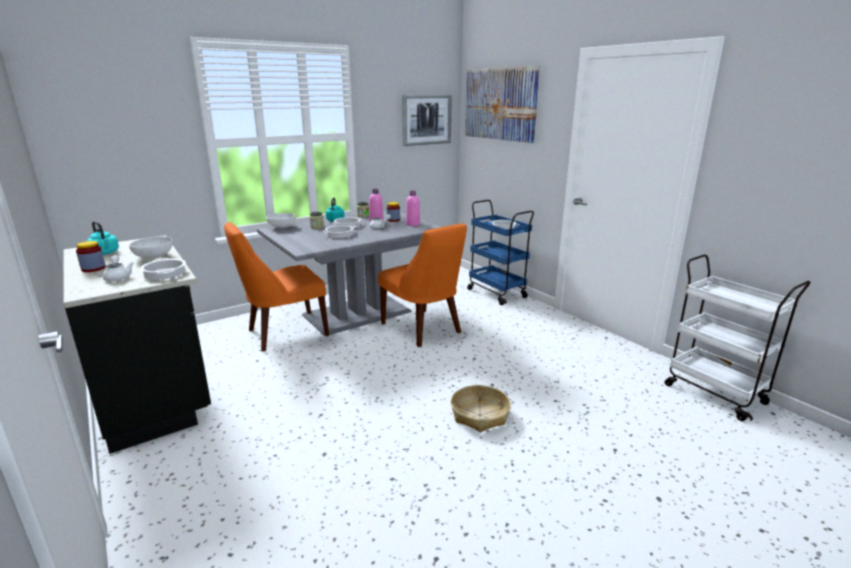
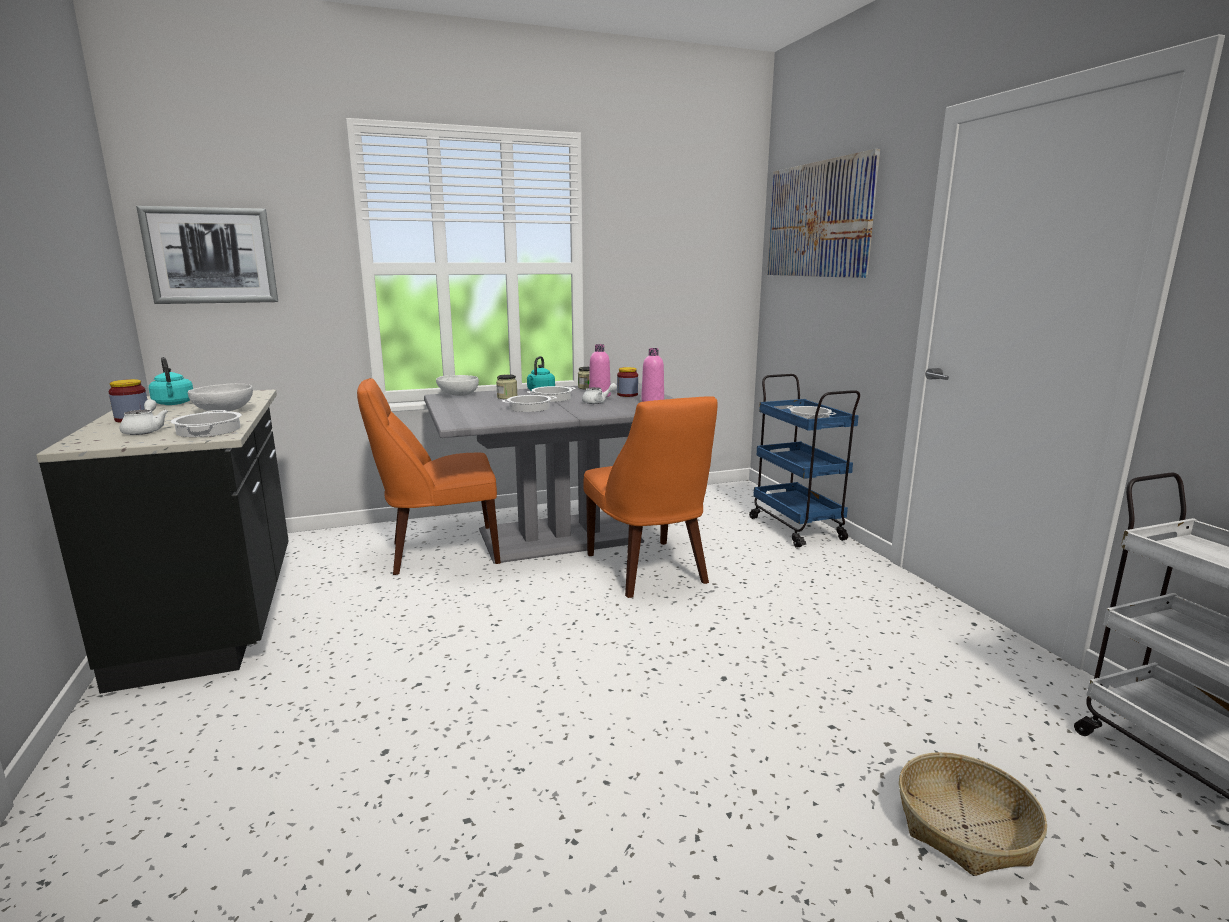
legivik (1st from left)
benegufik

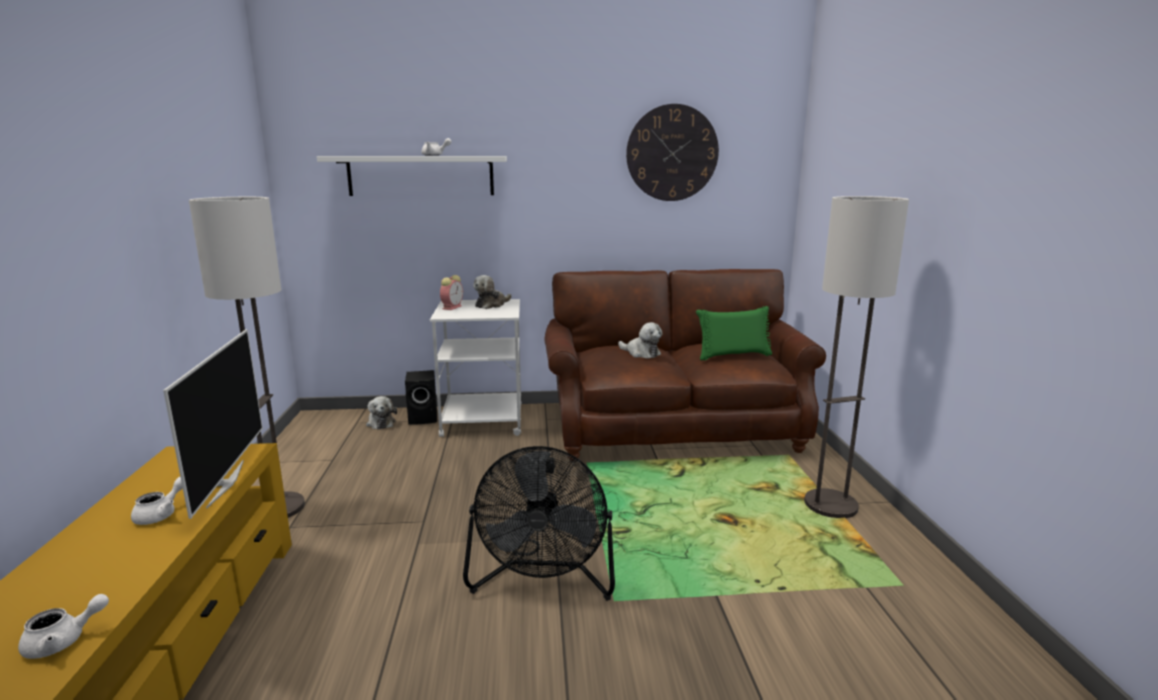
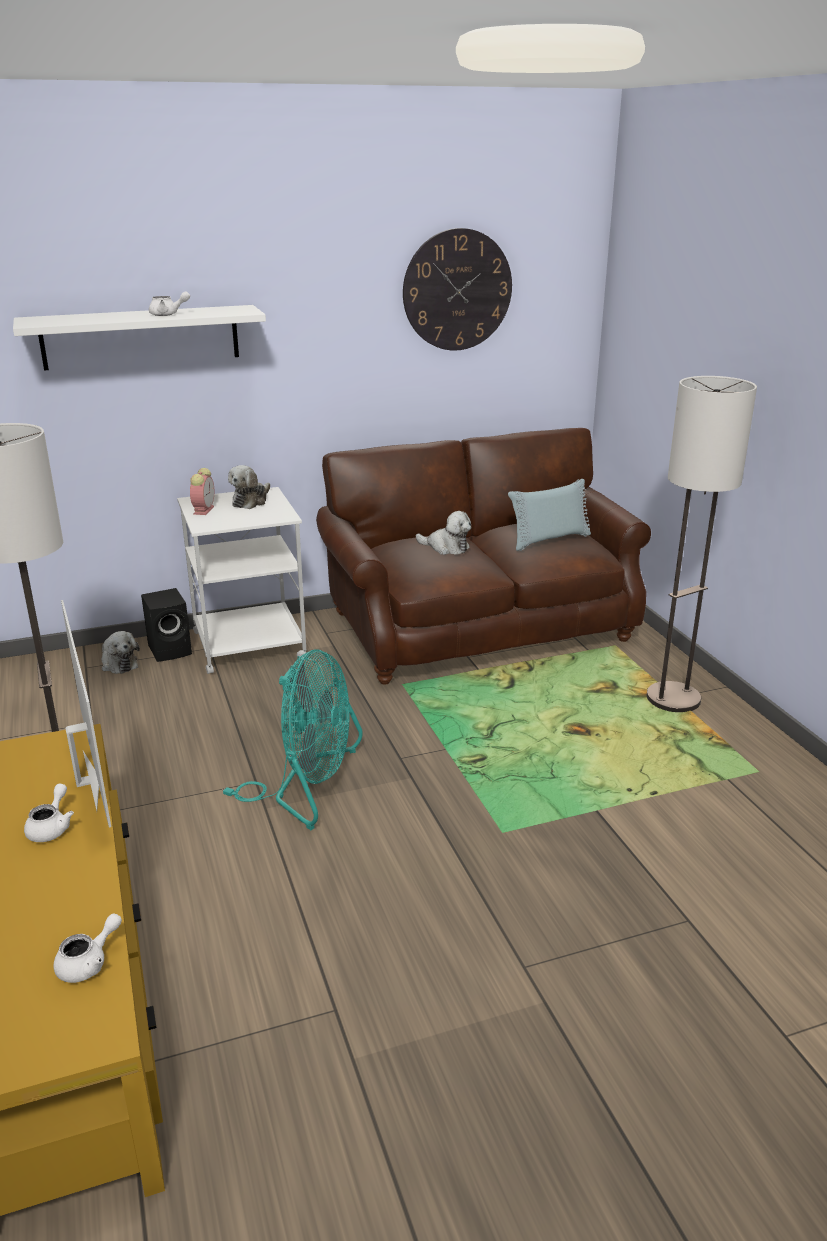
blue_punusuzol
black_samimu
turquoise_samimu

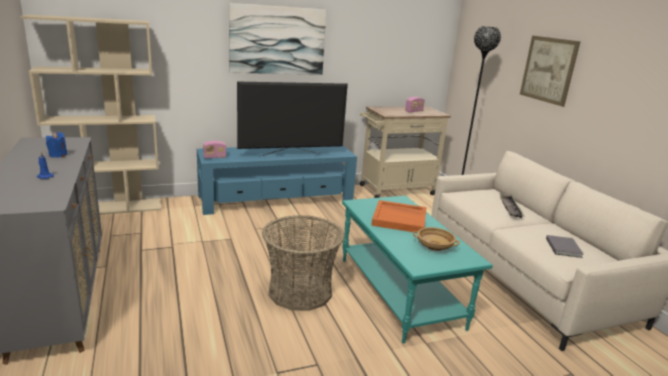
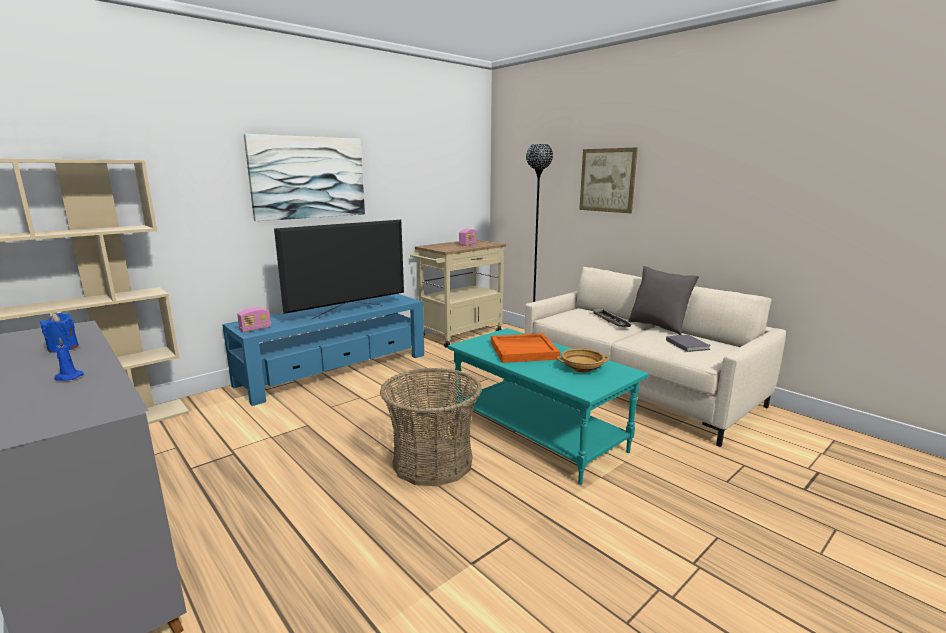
grey_punusuzol

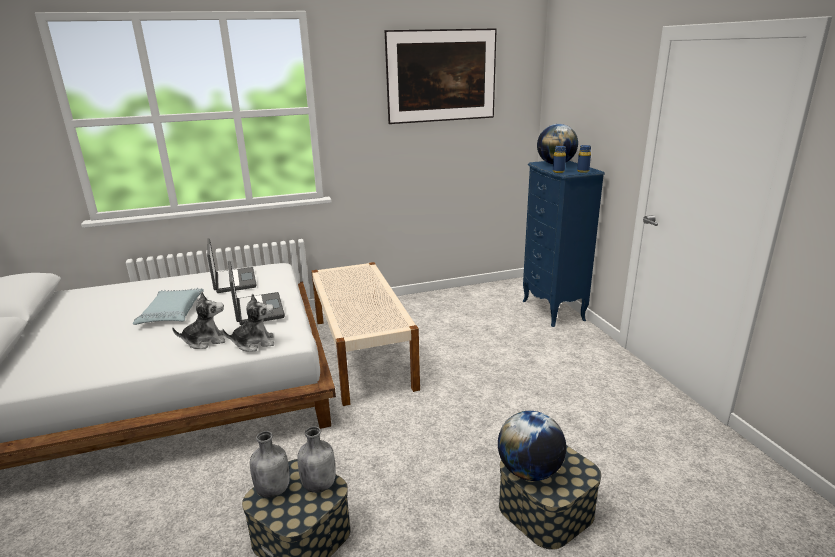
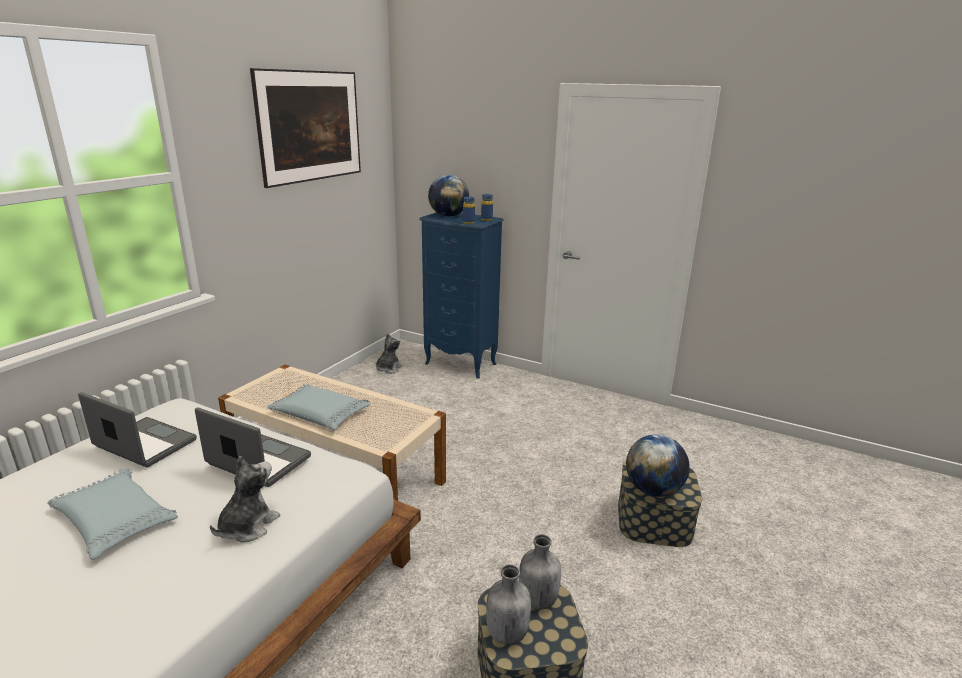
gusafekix (2nd from left)
blue_punusuzol (2nd from left)

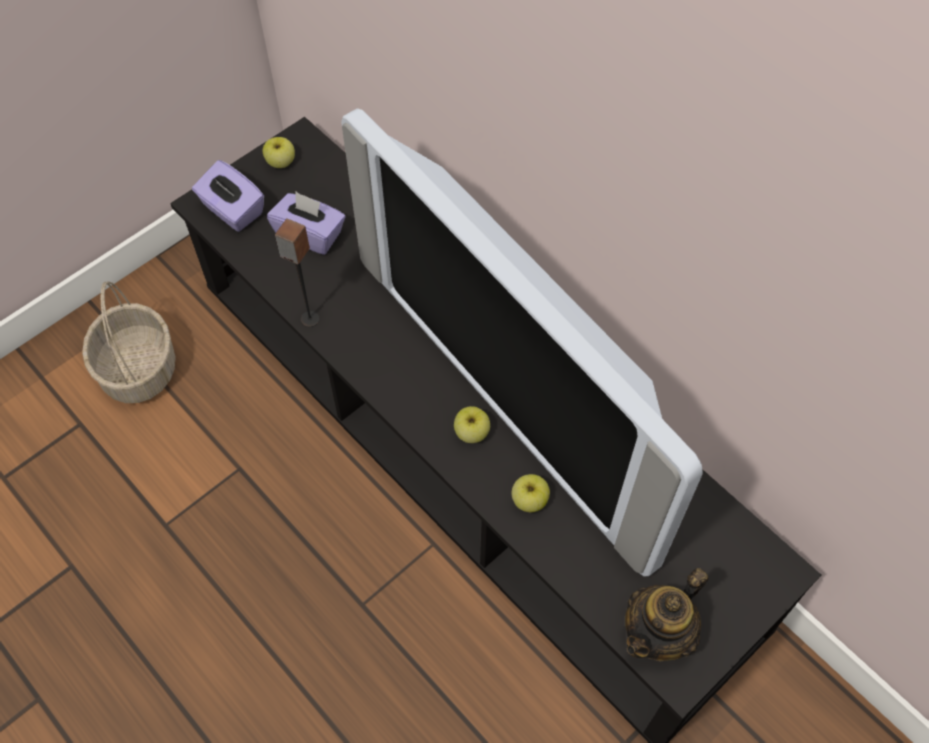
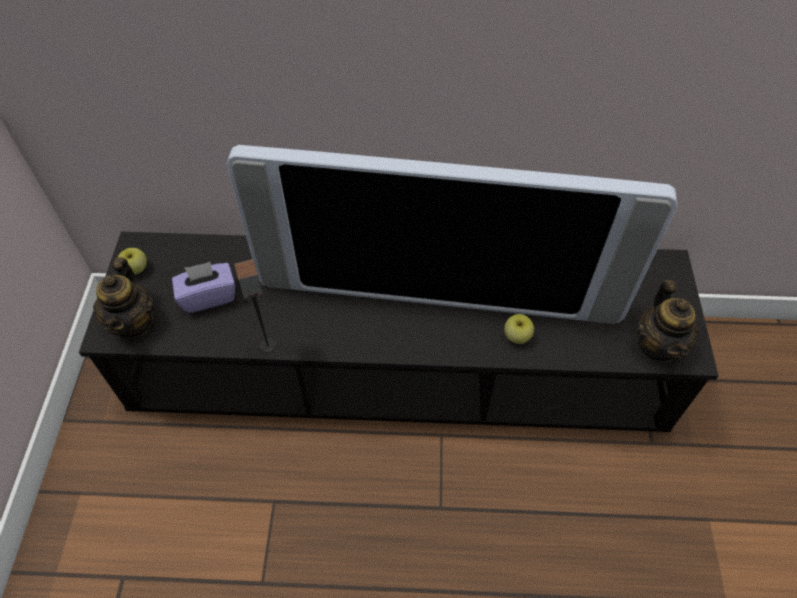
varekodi (1st from left)
benegufik
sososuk (2nd from left in the first image)

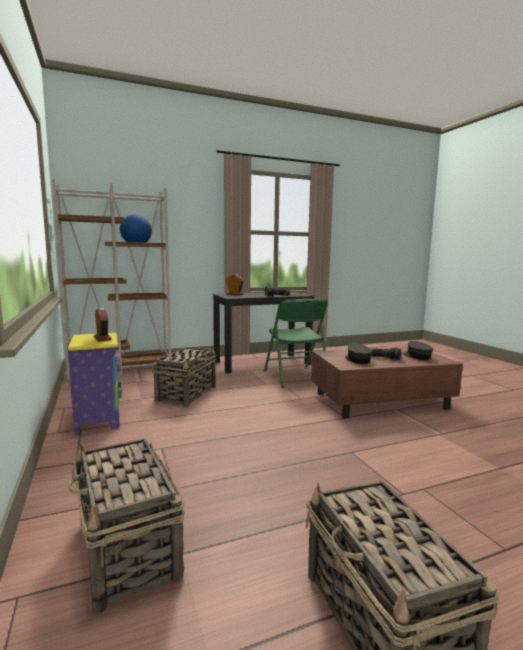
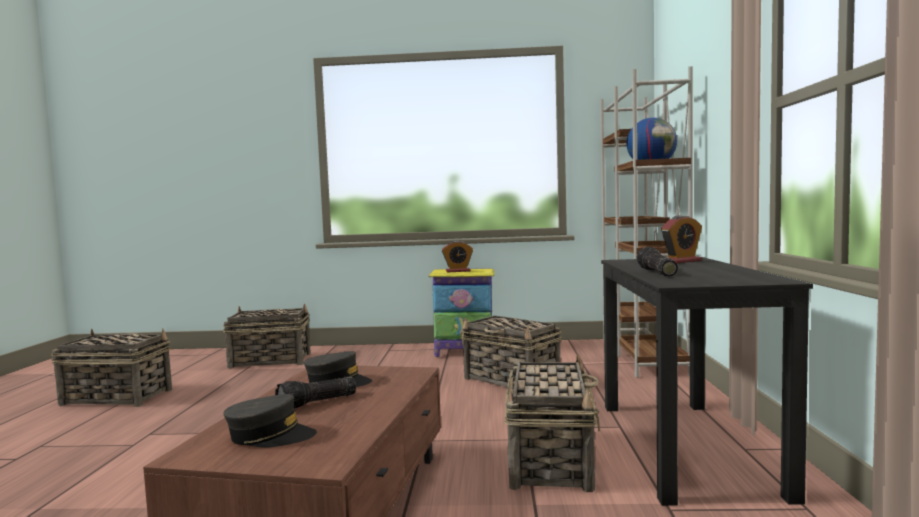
benegufik (4th from left)

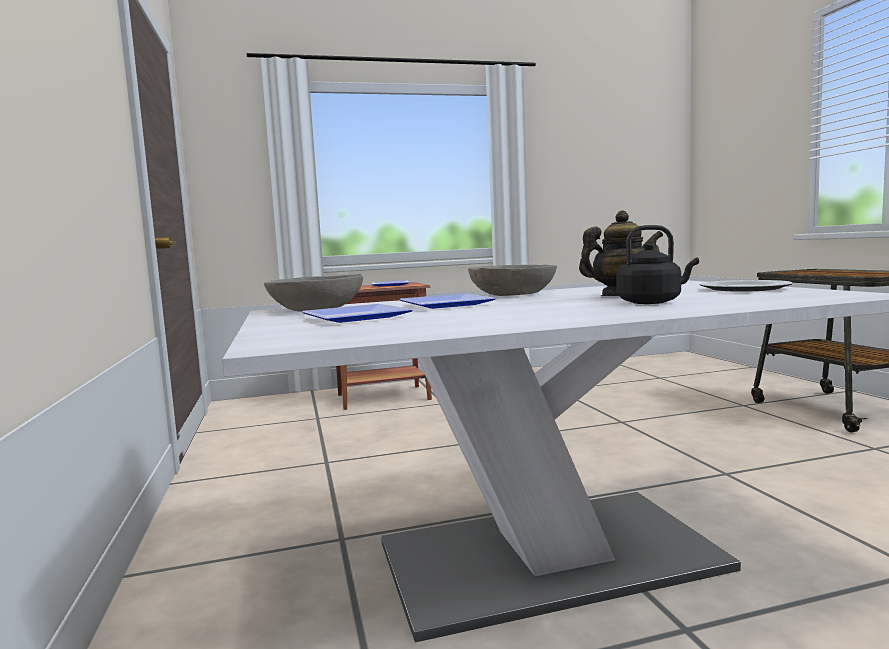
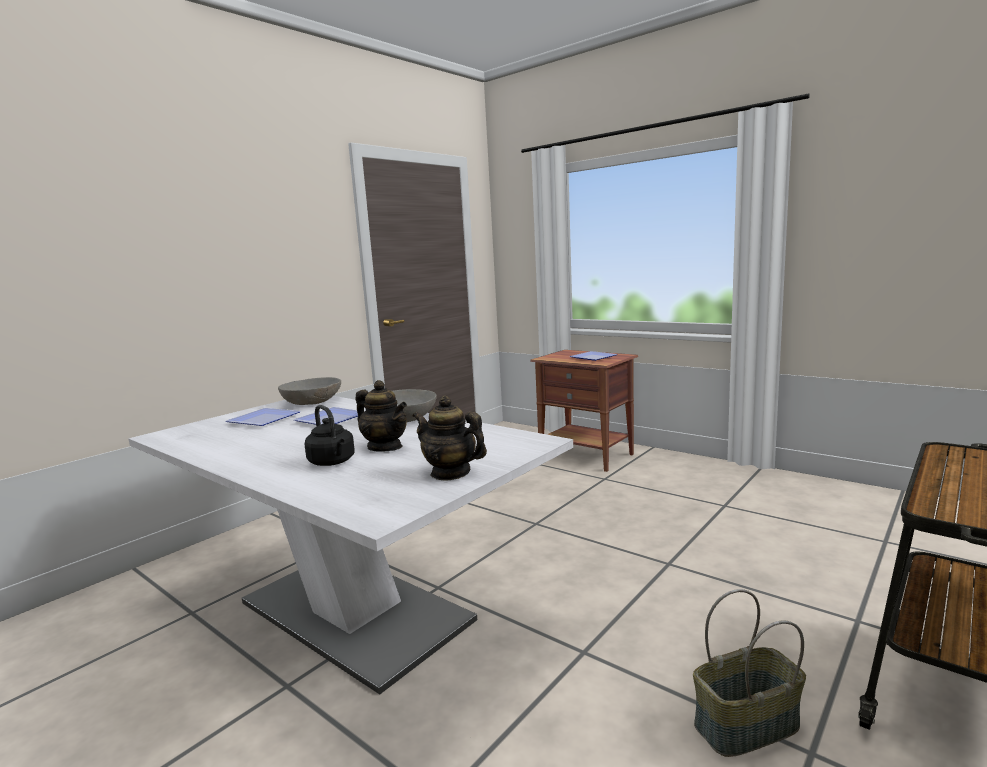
varekodi (2nd from left)
benegufik

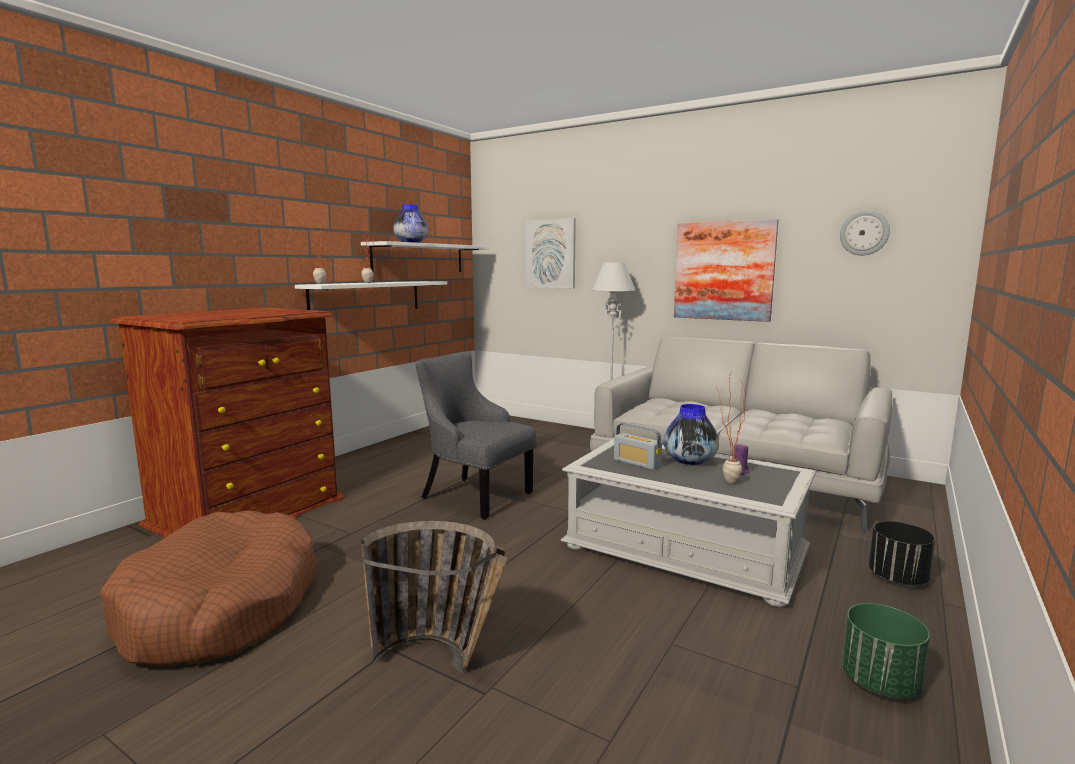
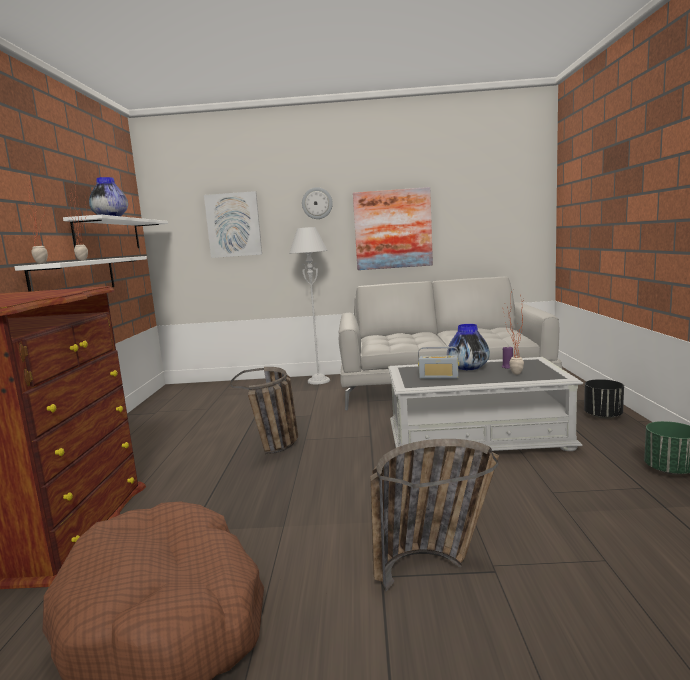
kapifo
benegufik (1st from left)

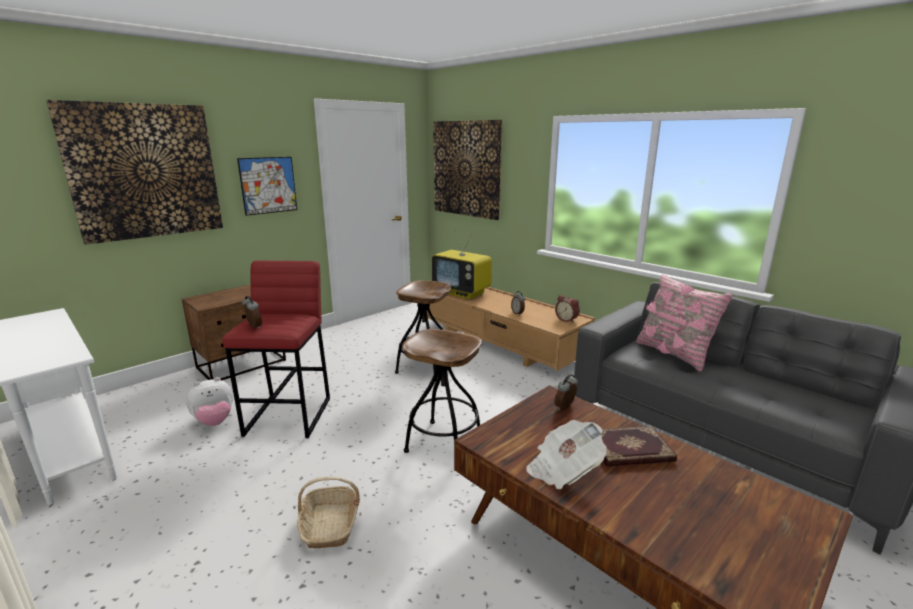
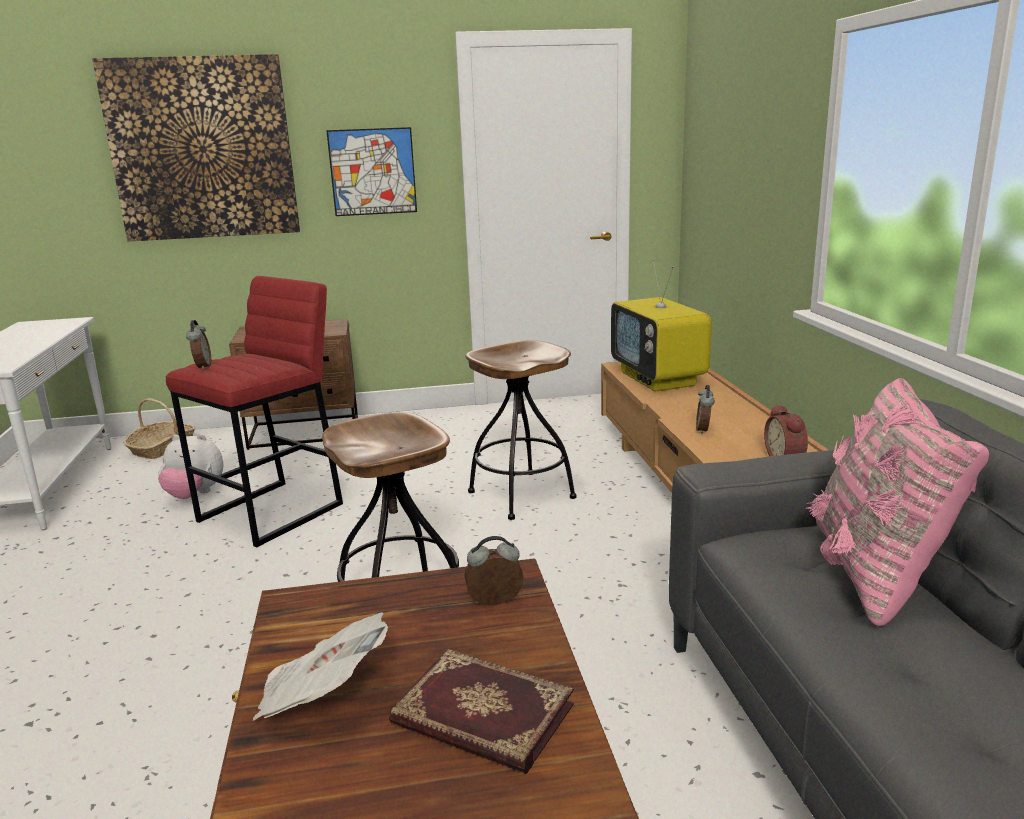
legivik (3rd from left in the first image)
benegufik

